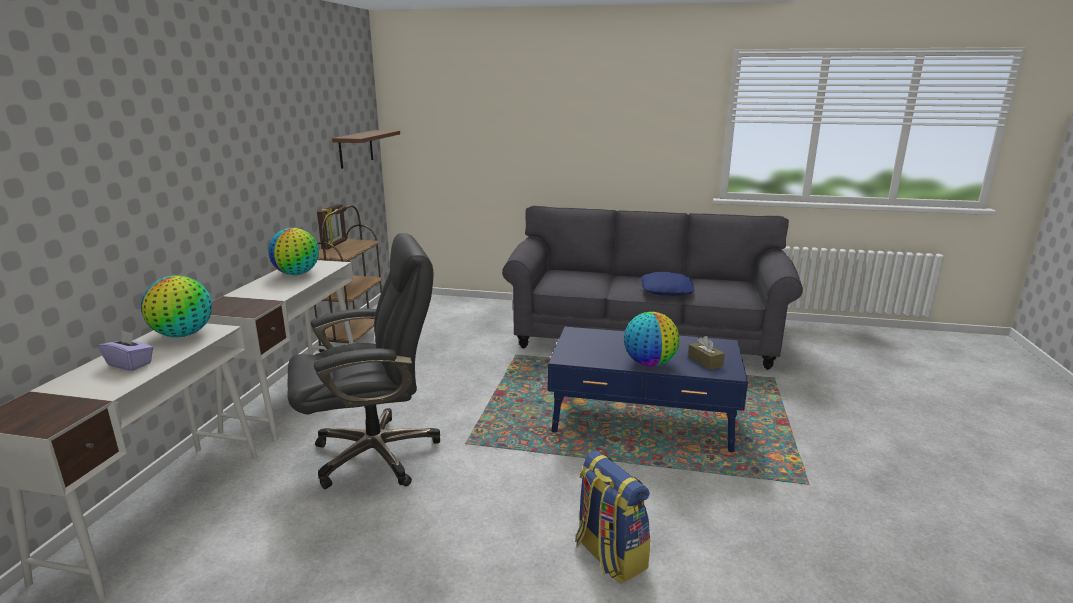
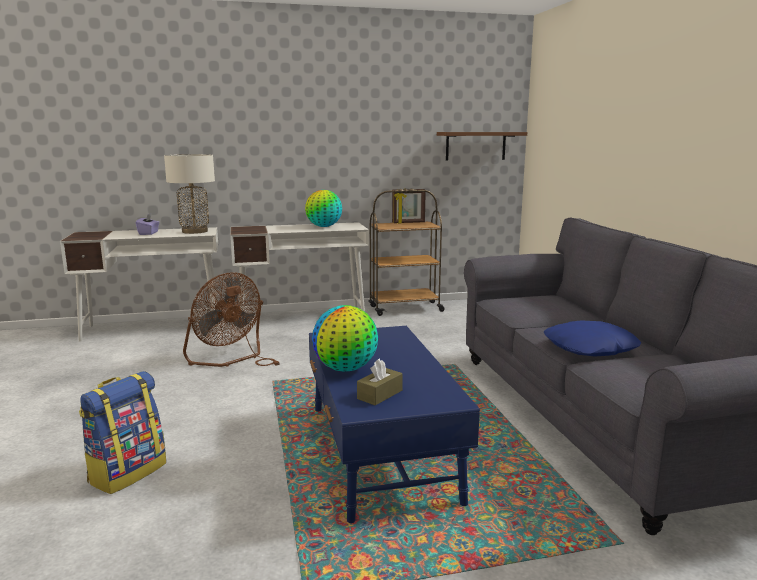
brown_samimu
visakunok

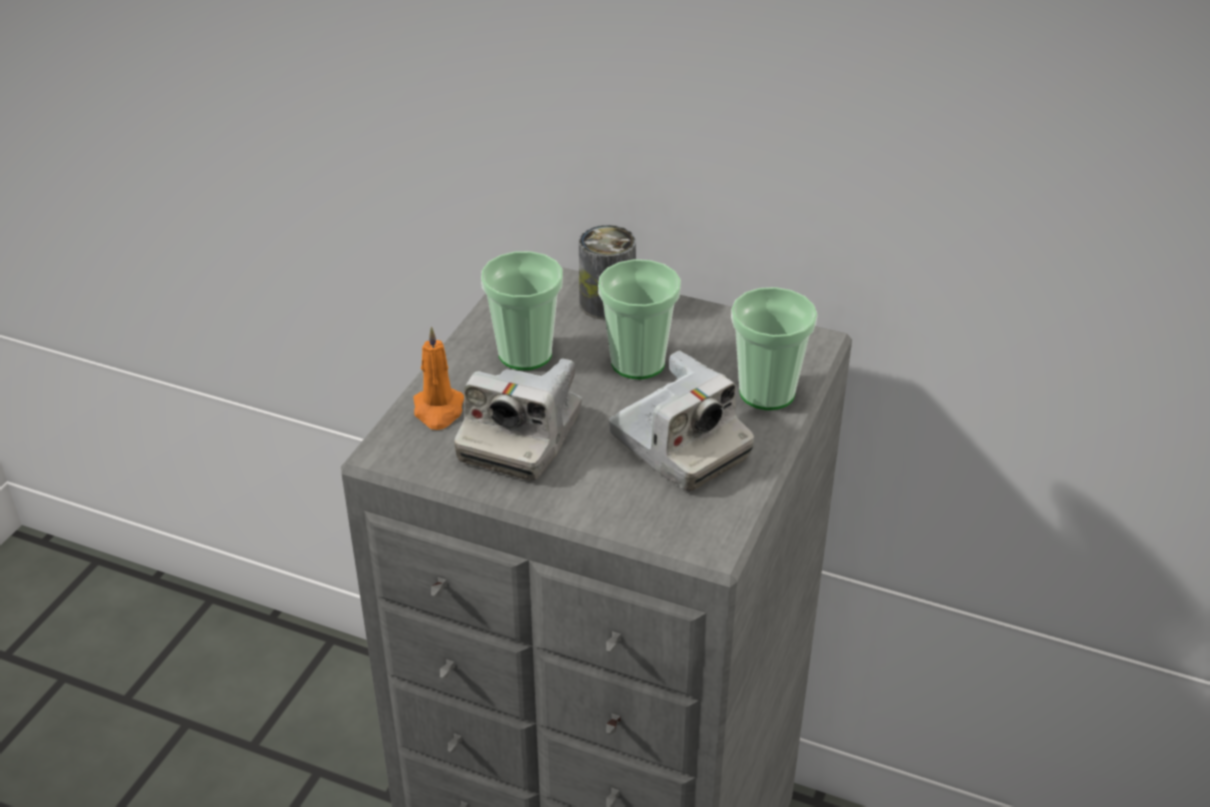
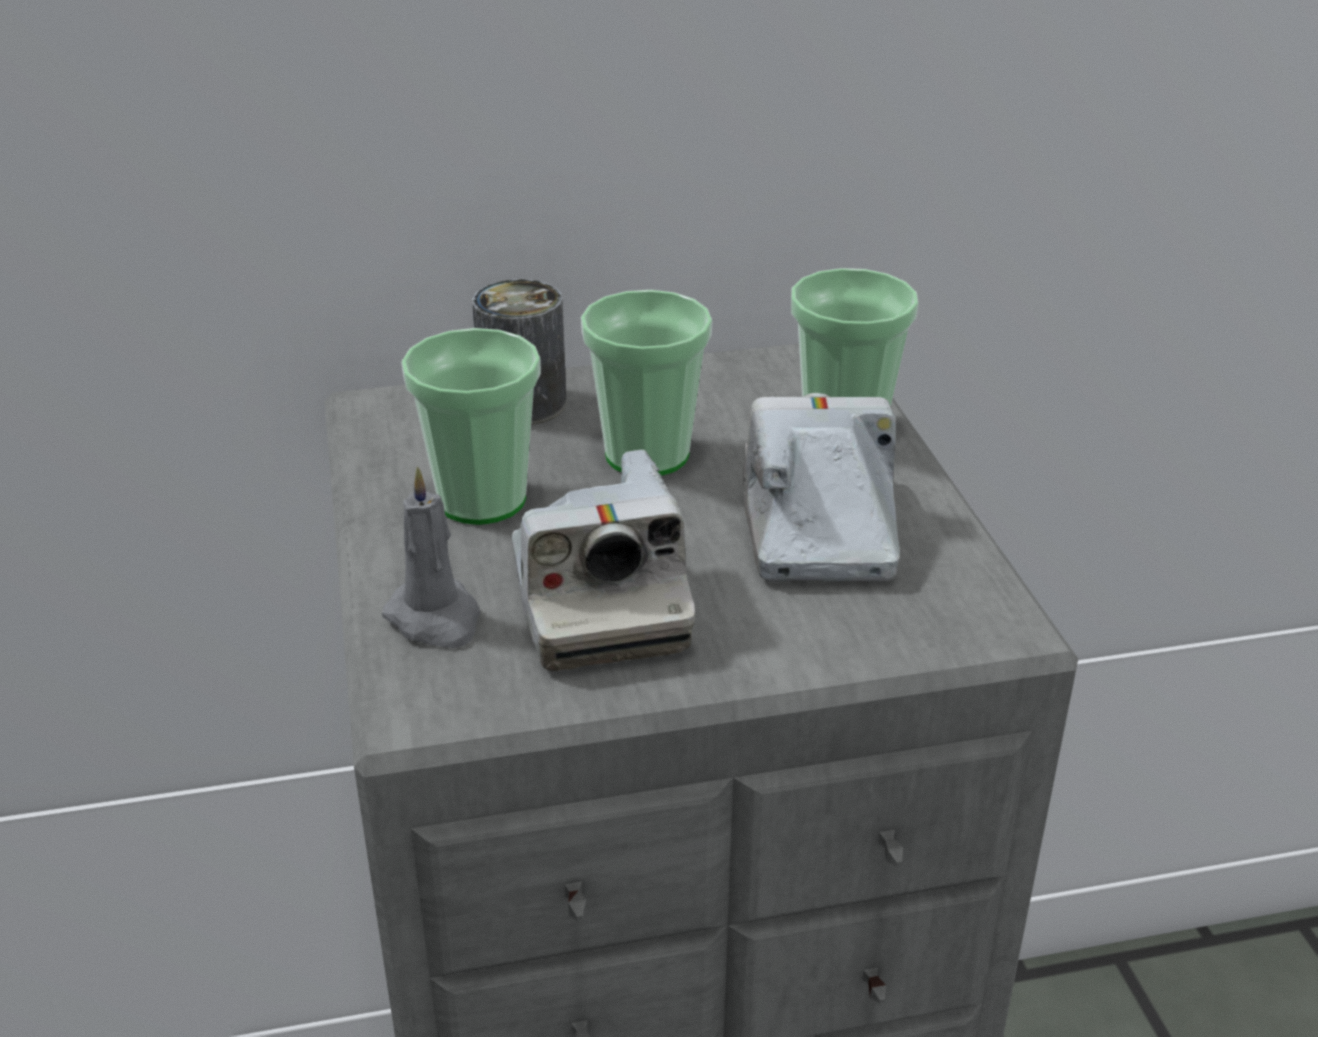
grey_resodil
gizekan (2nd from left)

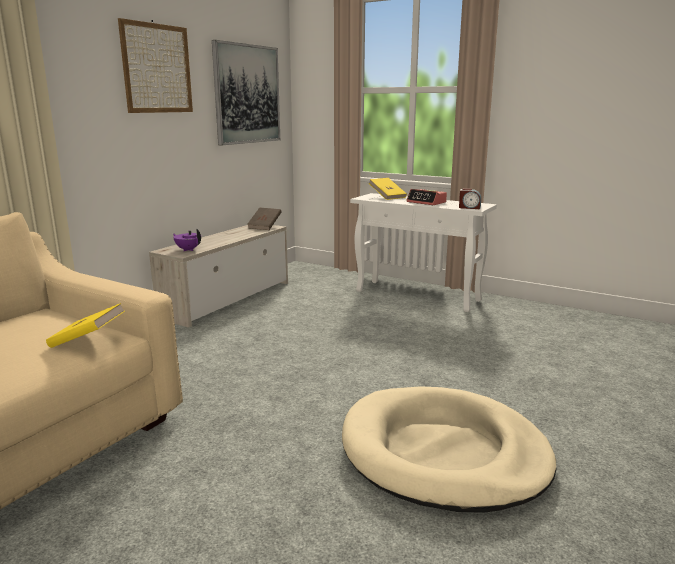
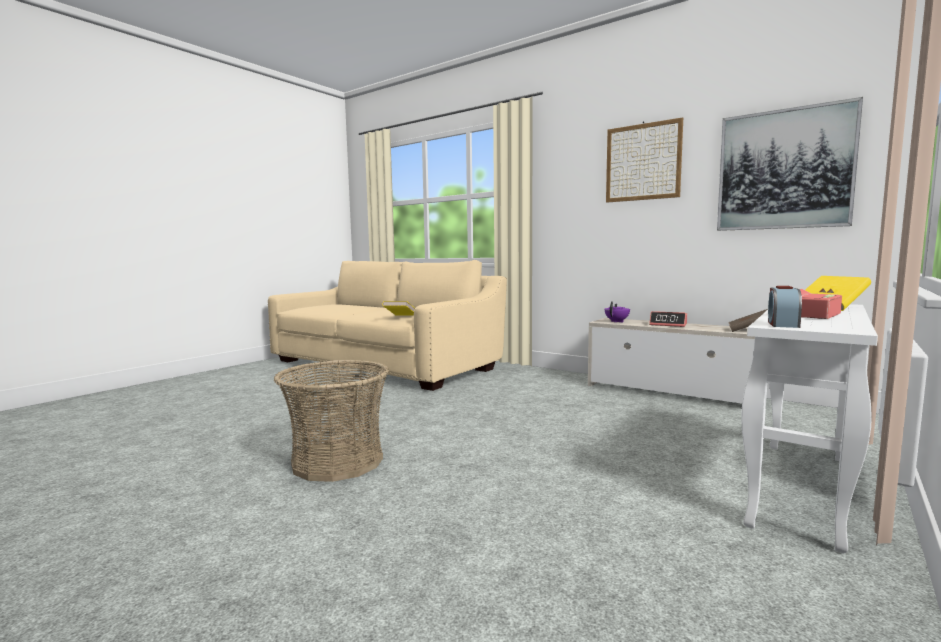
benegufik
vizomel (1st from left)

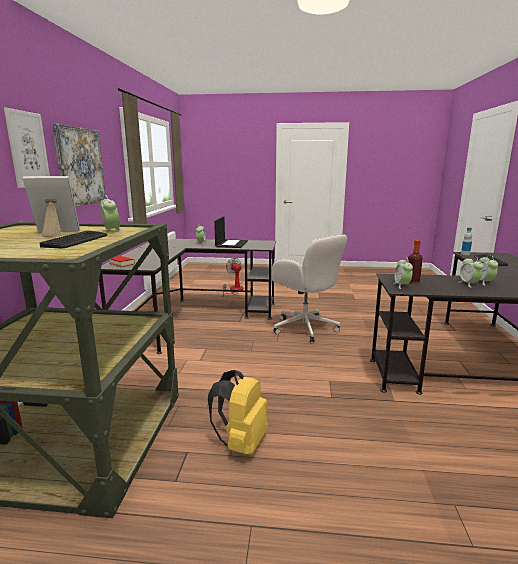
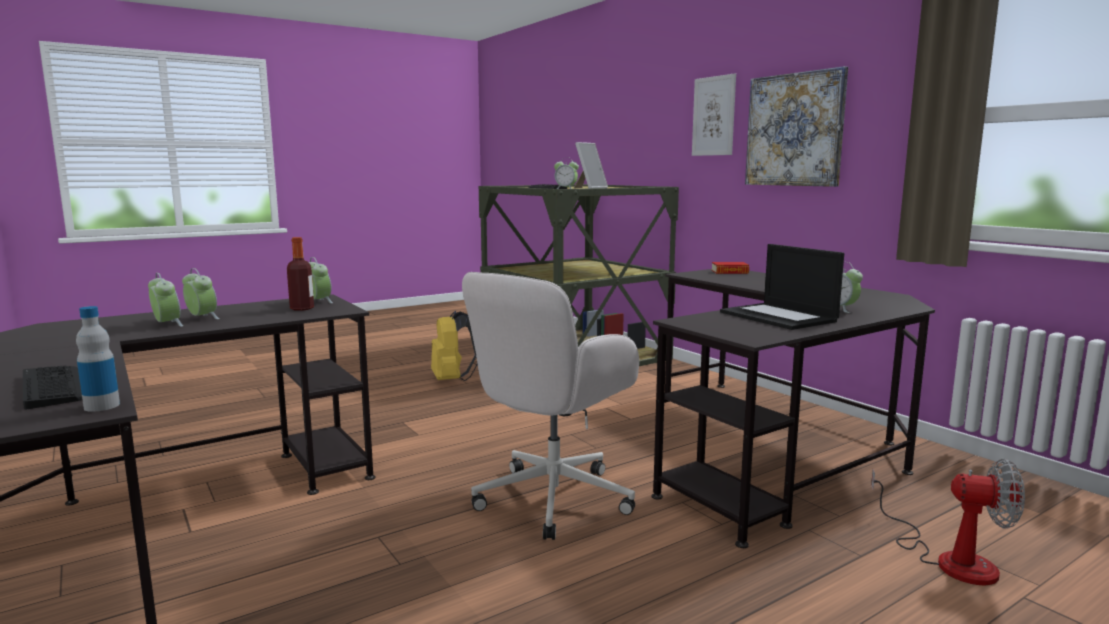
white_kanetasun

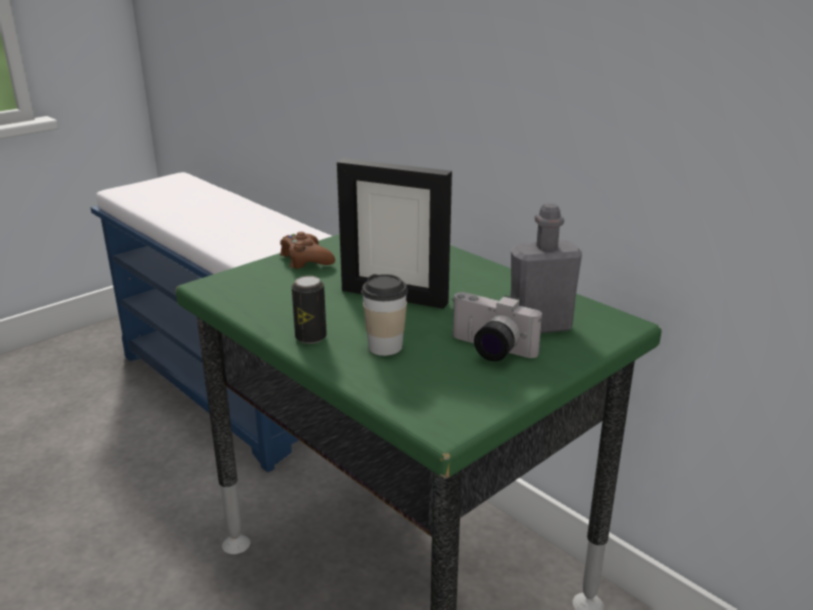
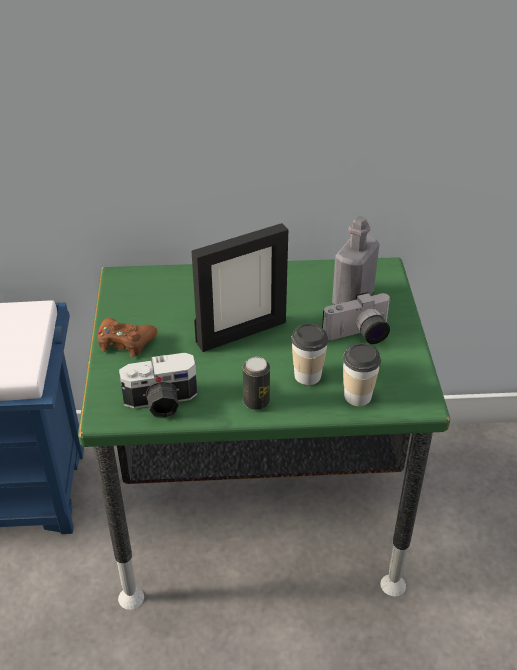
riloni (2nd from left)
gizekan (1st from left)

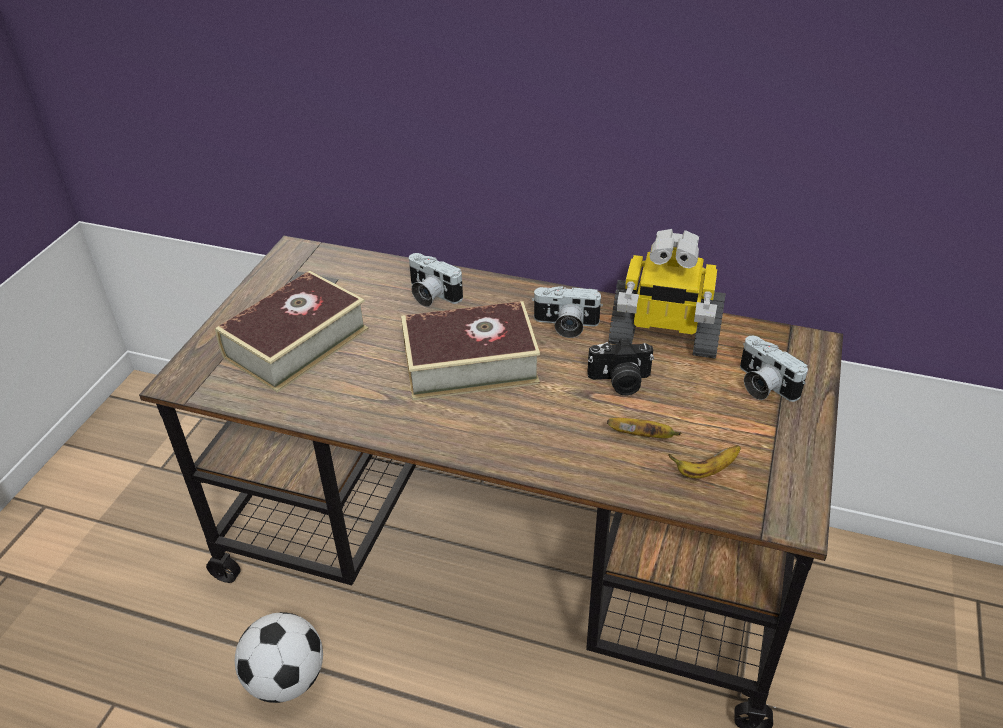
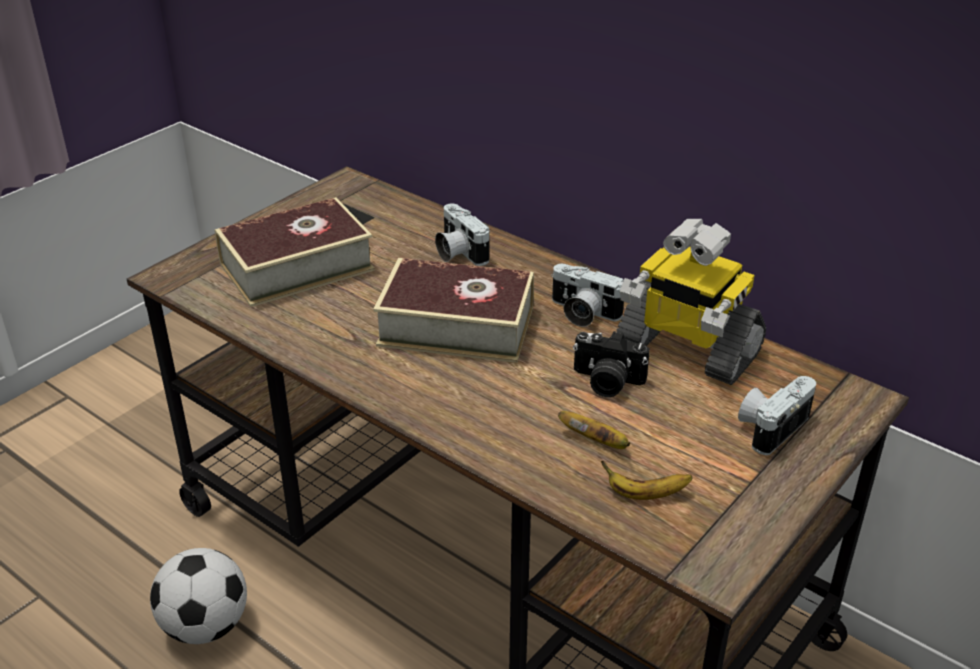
gizekan (4th from left)

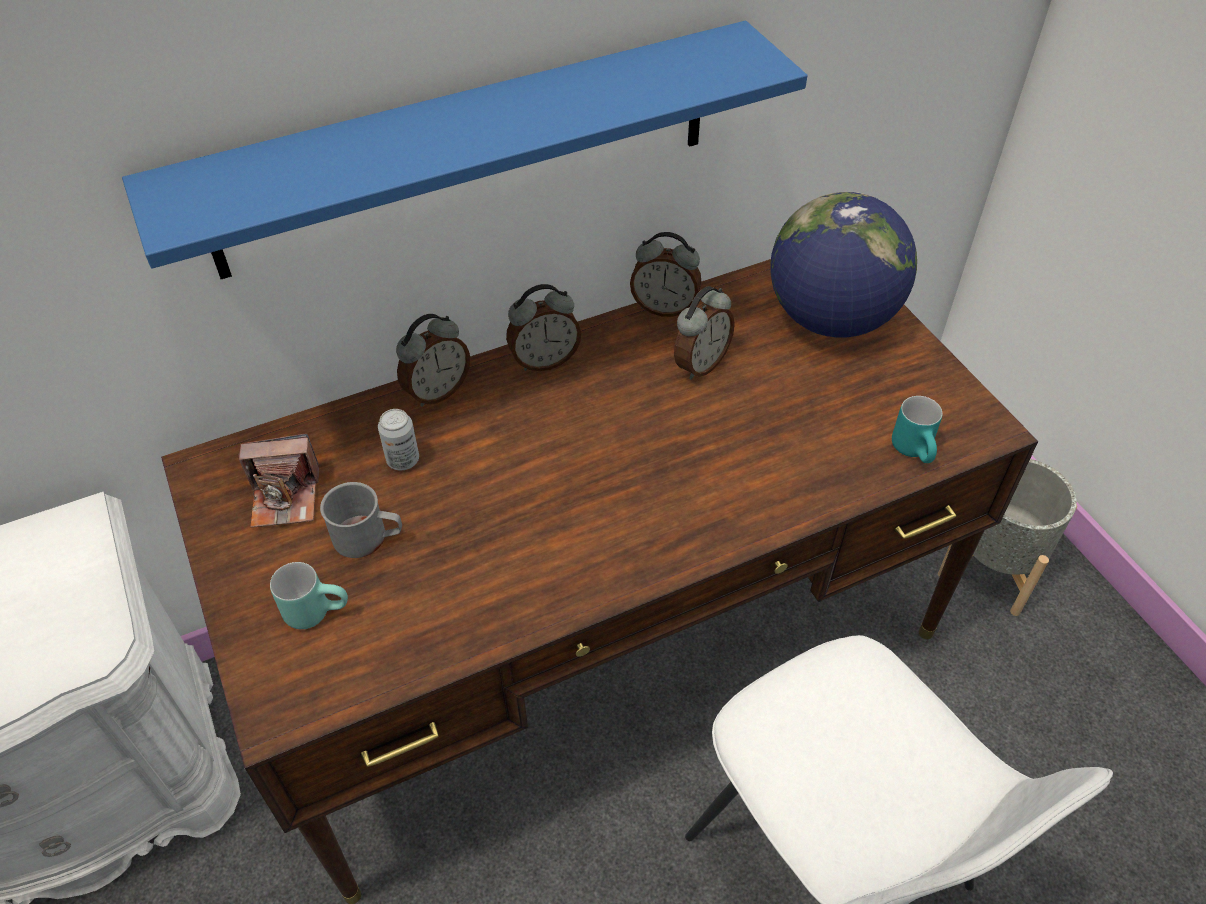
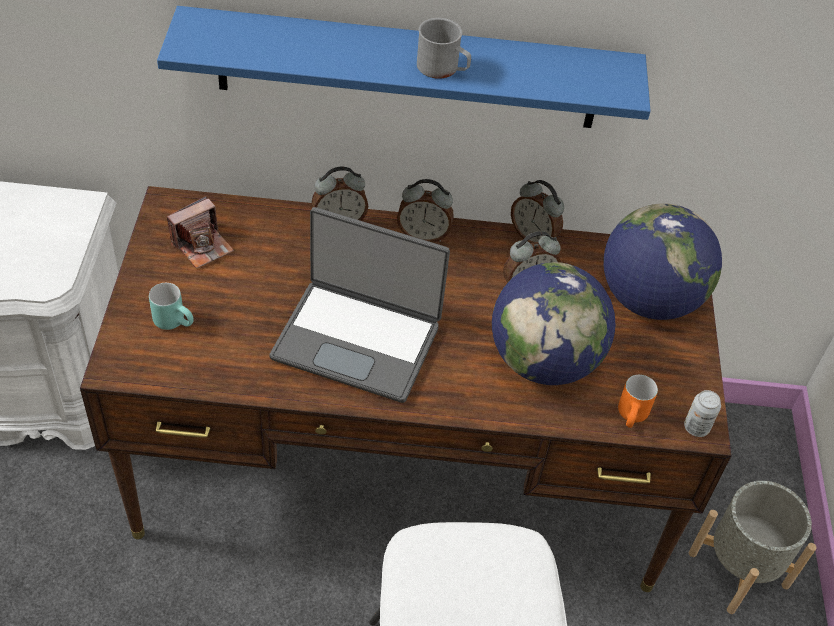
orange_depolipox
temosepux
gizekan
grey_depolipox
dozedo
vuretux (1st from left)

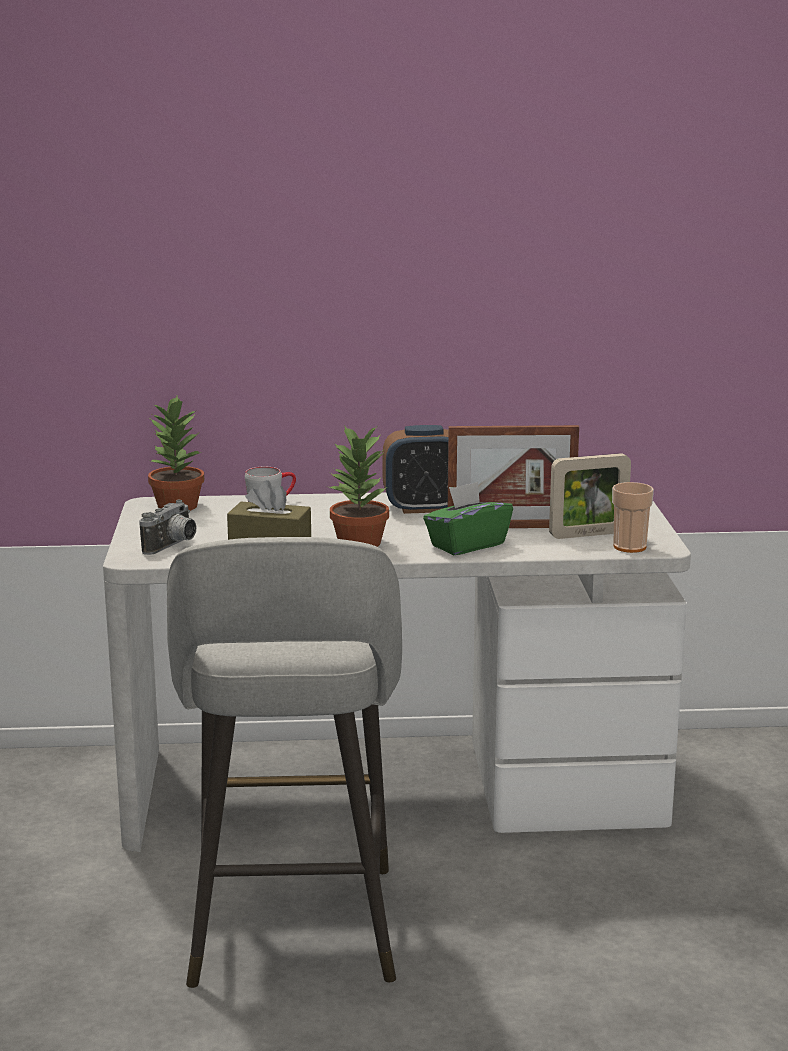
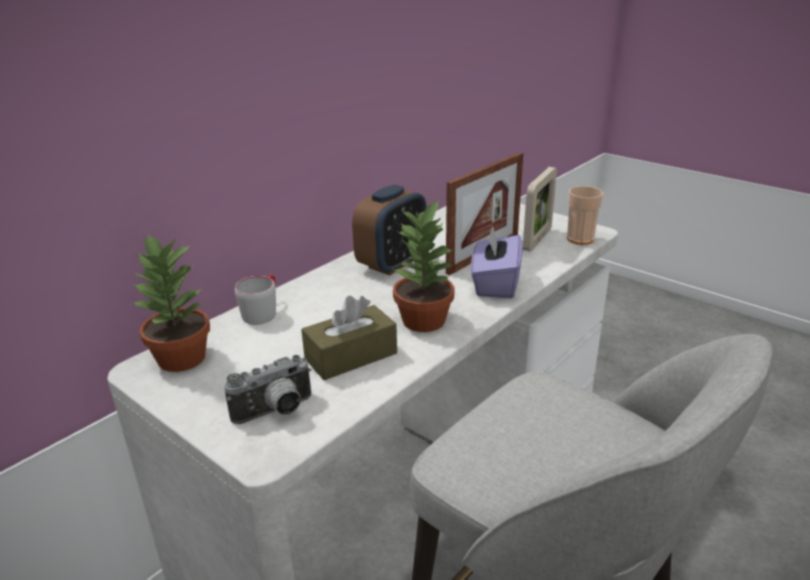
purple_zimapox
gizekan

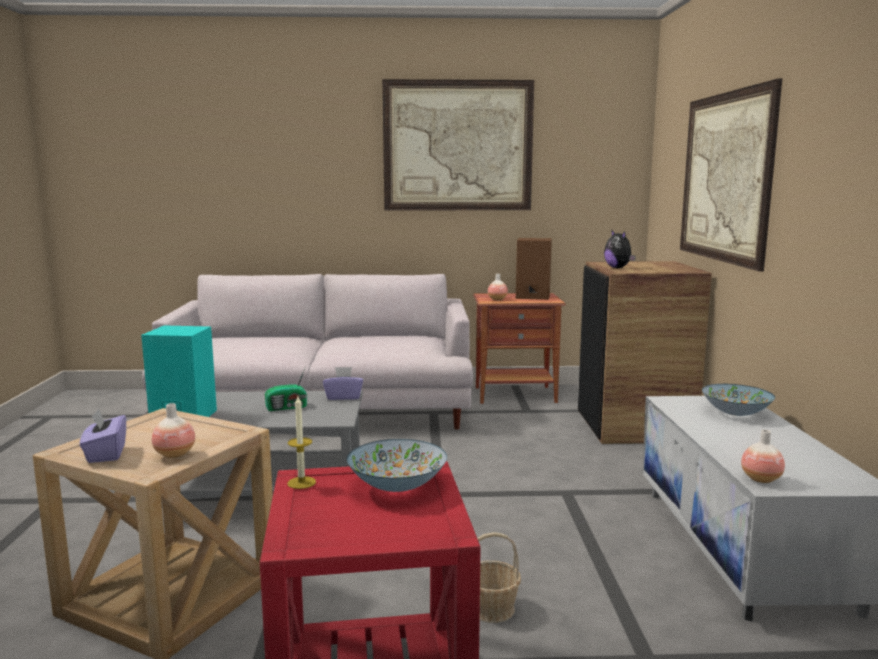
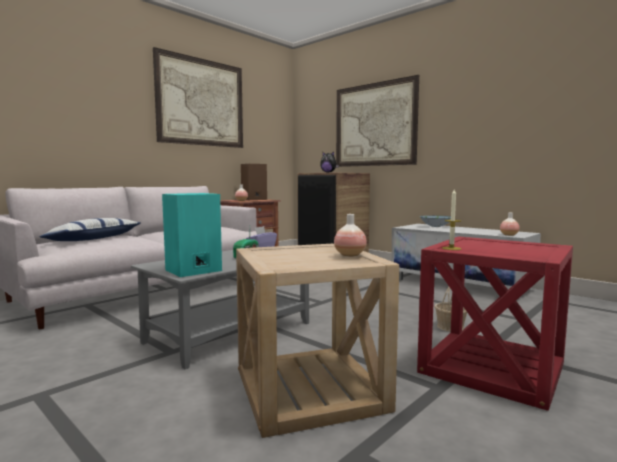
purple_zimapox (1st from left in the first image)
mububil (1st from left in the first image)
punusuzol

